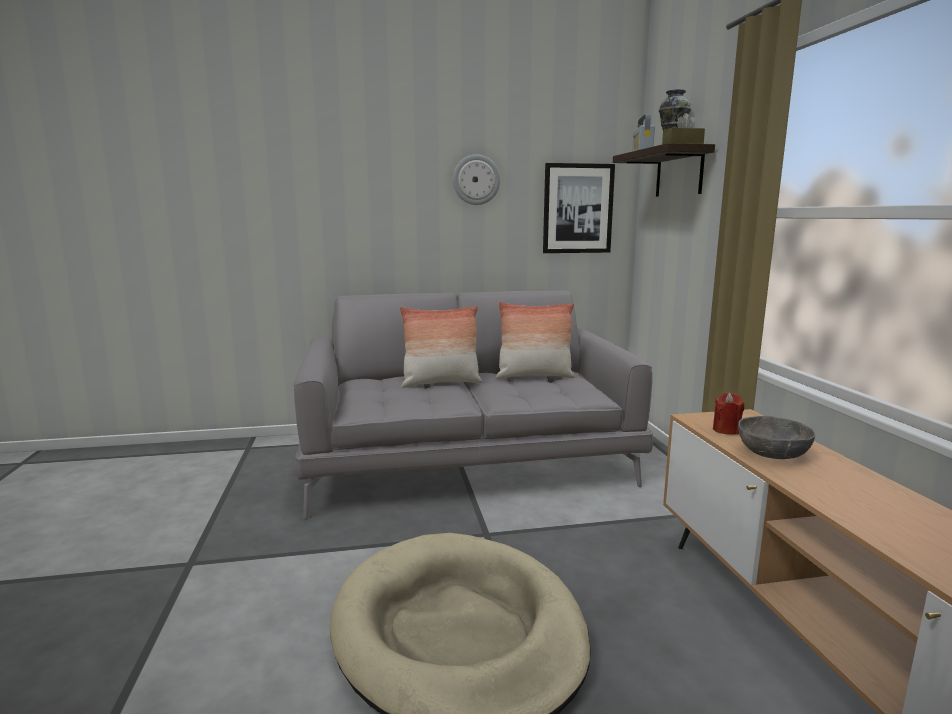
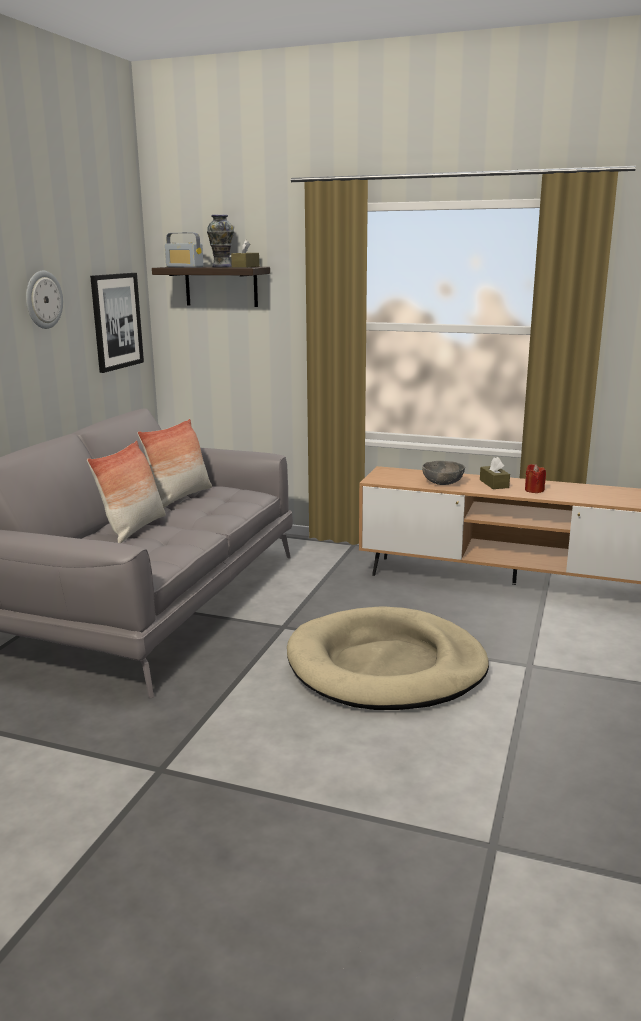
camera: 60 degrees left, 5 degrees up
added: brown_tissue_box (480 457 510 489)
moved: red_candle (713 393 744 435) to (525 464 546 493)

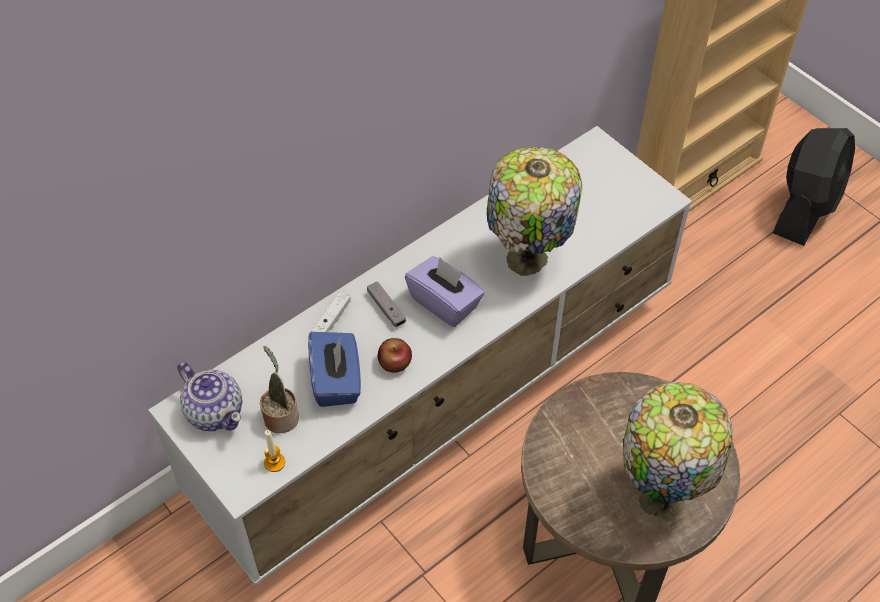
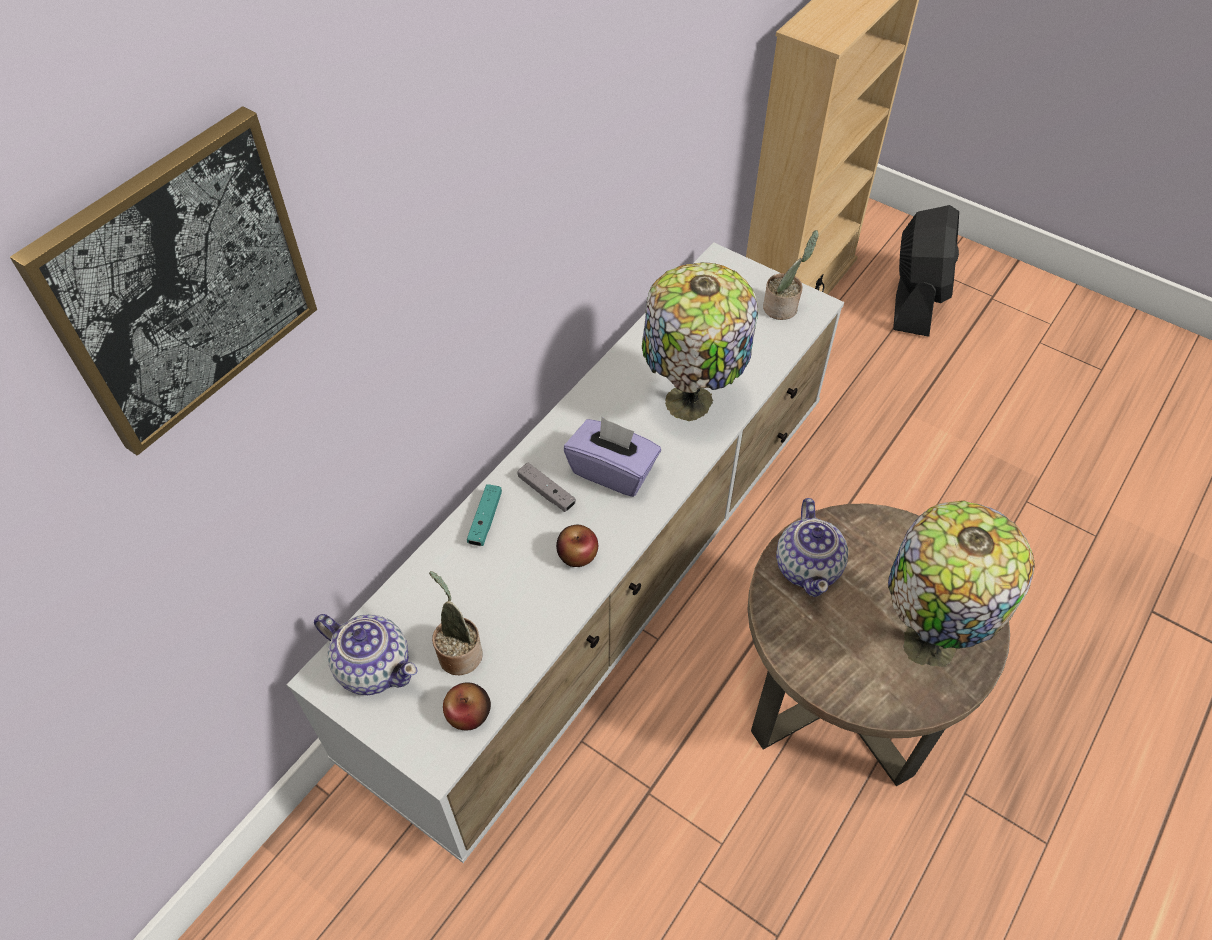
camera: 15 degrees left, 0 degrees up
removed: blue_tissue_box (308 332 361 407)
added: picture (10 106 317 456); potted_plant (763 230 818 320); teapot (776 498 848 597)
replaced: candle (264 430 285 472) to apple (443 682 491 731)
recoloured: white_game_controller (311 292 351 332) to turquoise_game_controller (467 484 502 546)

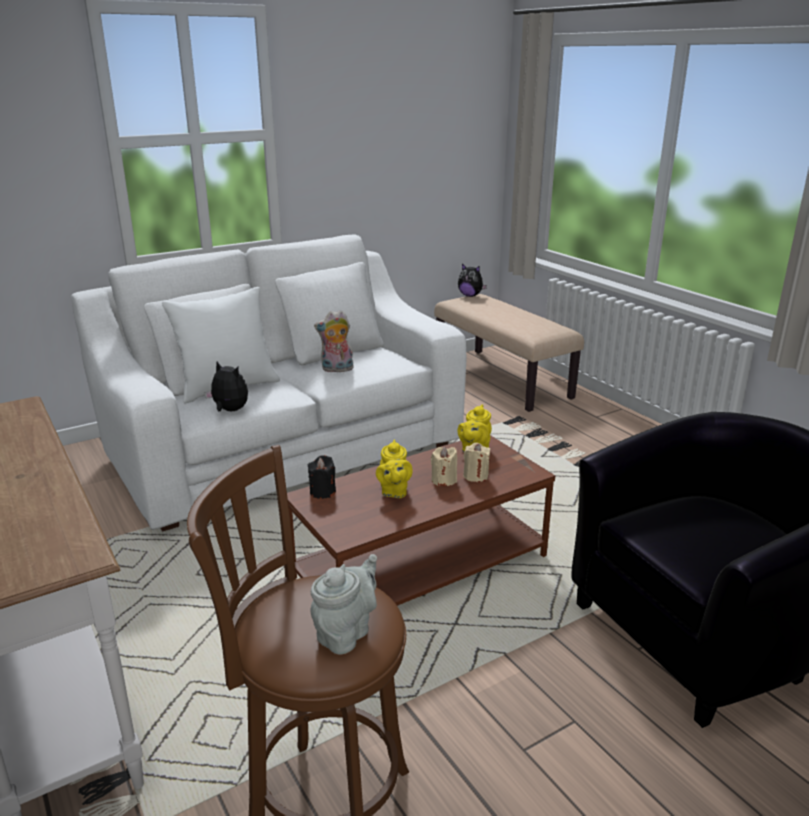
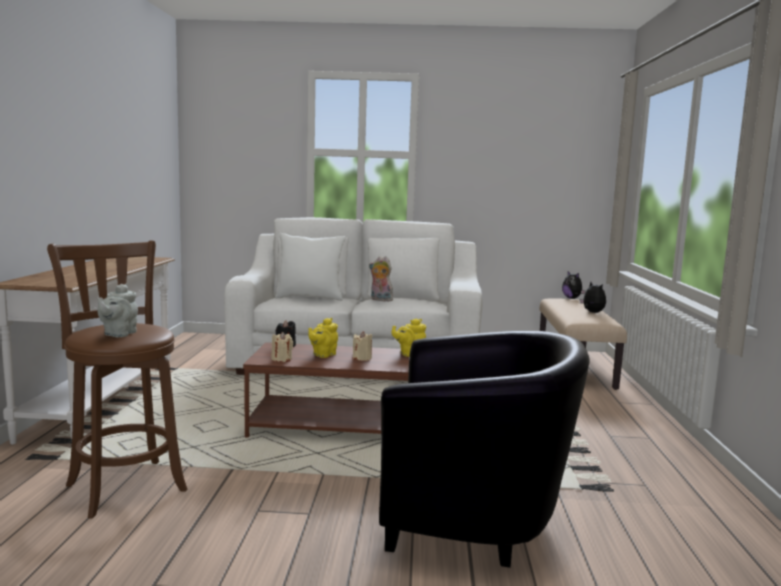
camera: 35 degrees right, 15 degrees down
moved: plush_toy (205 361 248 412) to (580 282 606 313); beige_candle (463 443 490 482) to (271 332 293 362)
turned: grey_teapot (311 554 377 655) = (97 284 138 337) 120 degrees clockwise

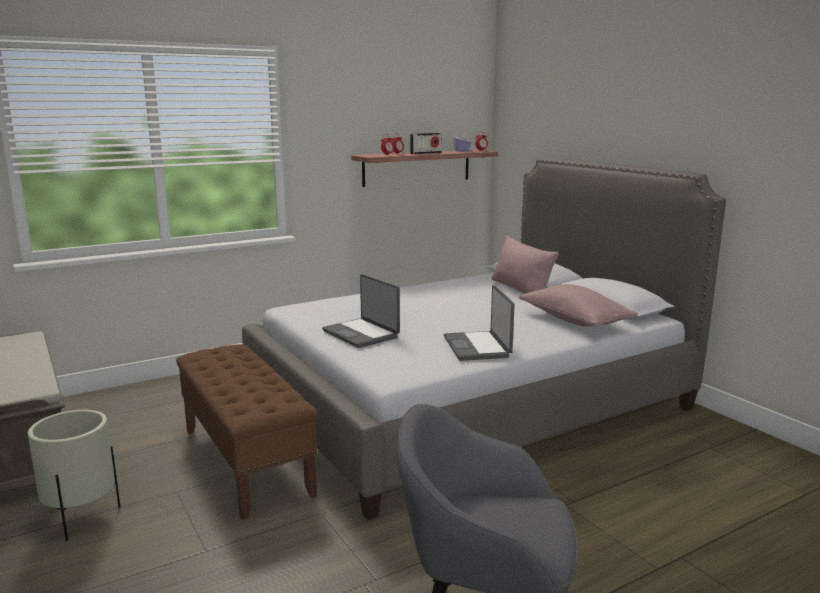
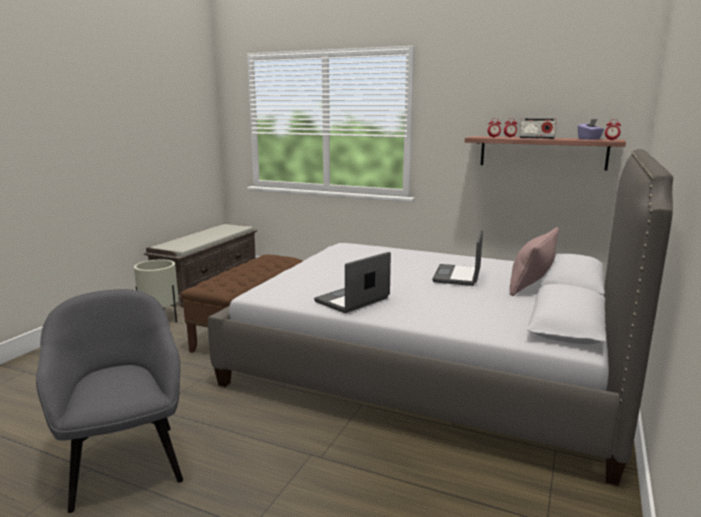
camera: 55 degrees right, 0 degrees up
removed: pink_pillow (519 284 638 327)
moved: laptop (322 274 400 348) to (432 230 483 286)

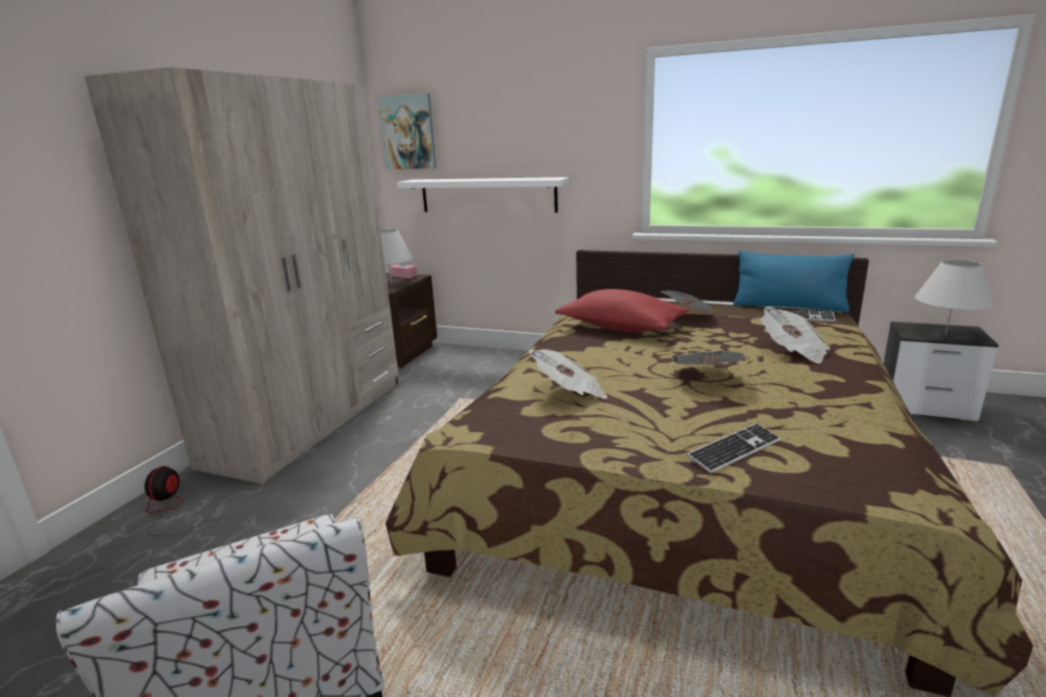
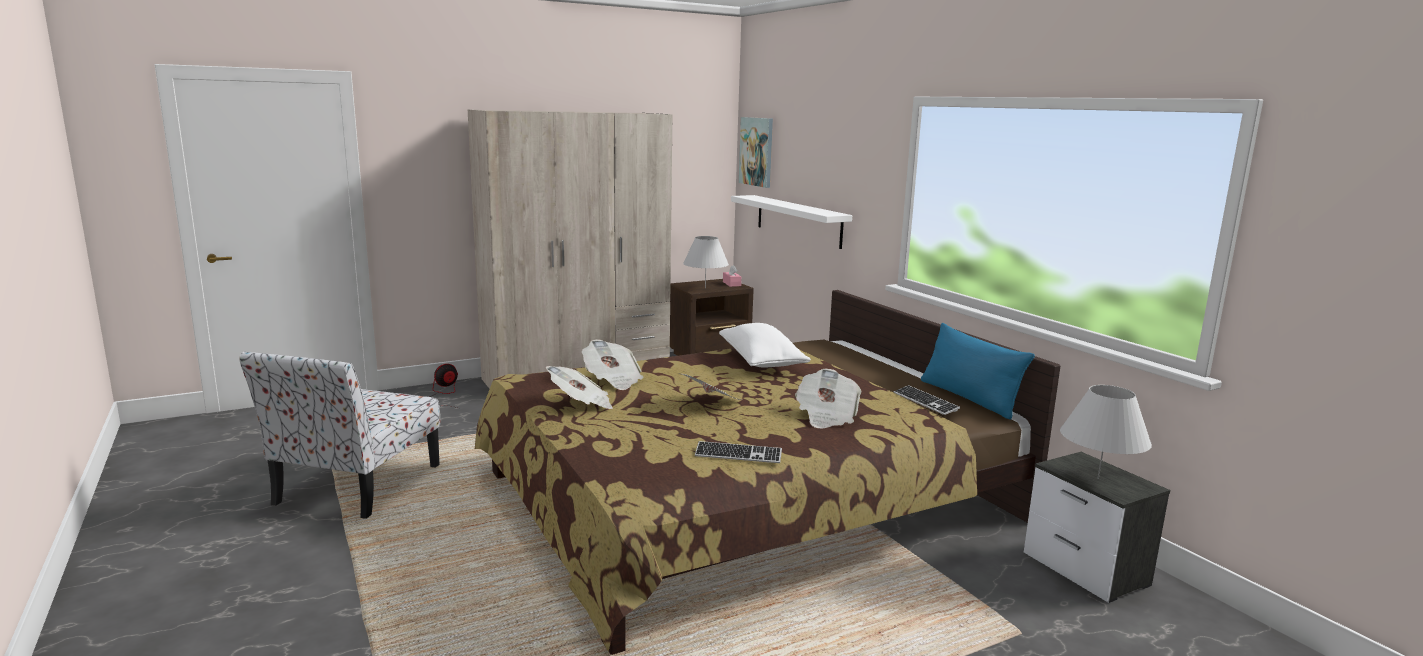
camera: 40 degrees right, 5 degrees down
moved: newspaper (660 290 714 311) to (546 366 613 409); keyboard (687 423 781 473) to (695 441 782 463)
recoloured: red_pillow (555 289 689 332) to white_pillow (719 323 811 368)

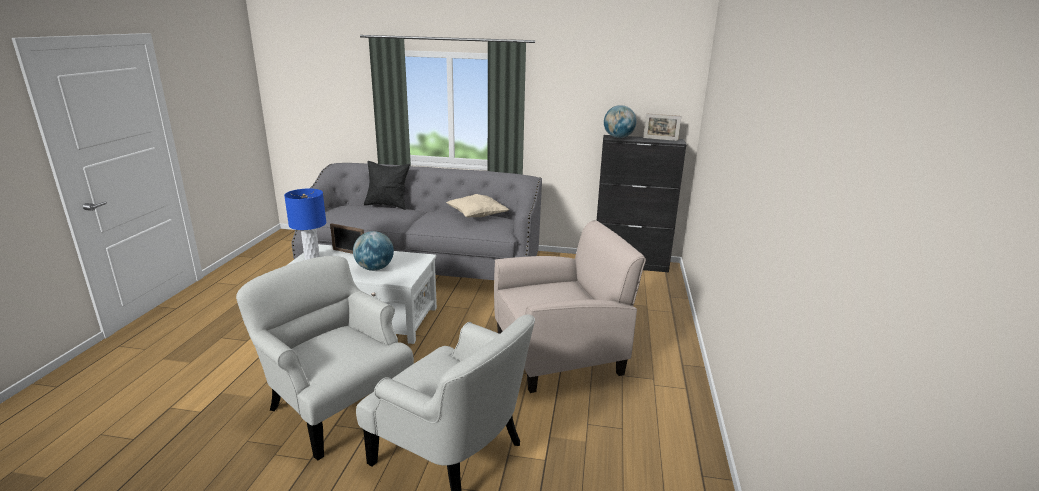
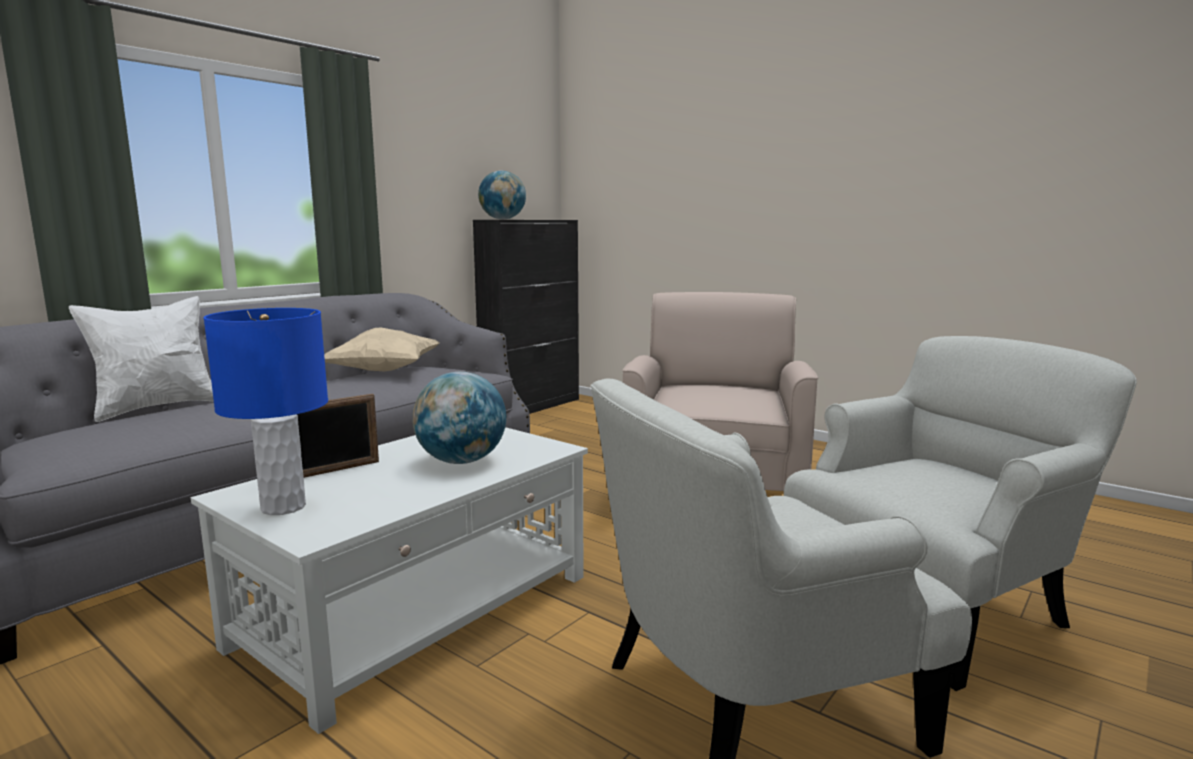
camera: 60 degrees left, 10 degrees down
removed: picture_frame (643 113 681 141)
recoloured: black_pillow (364 161 410 210) to white_pillow (69 296 214 422)

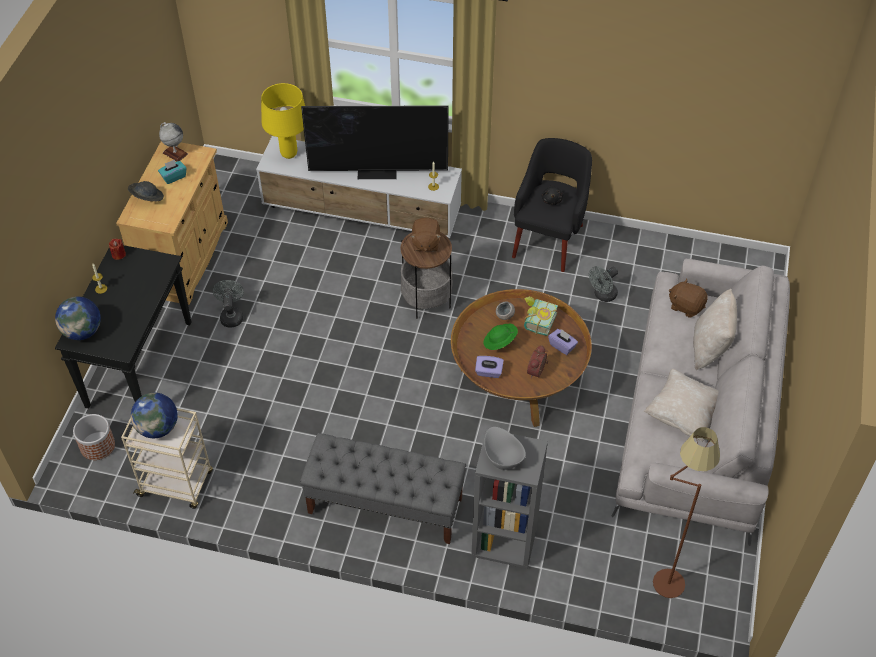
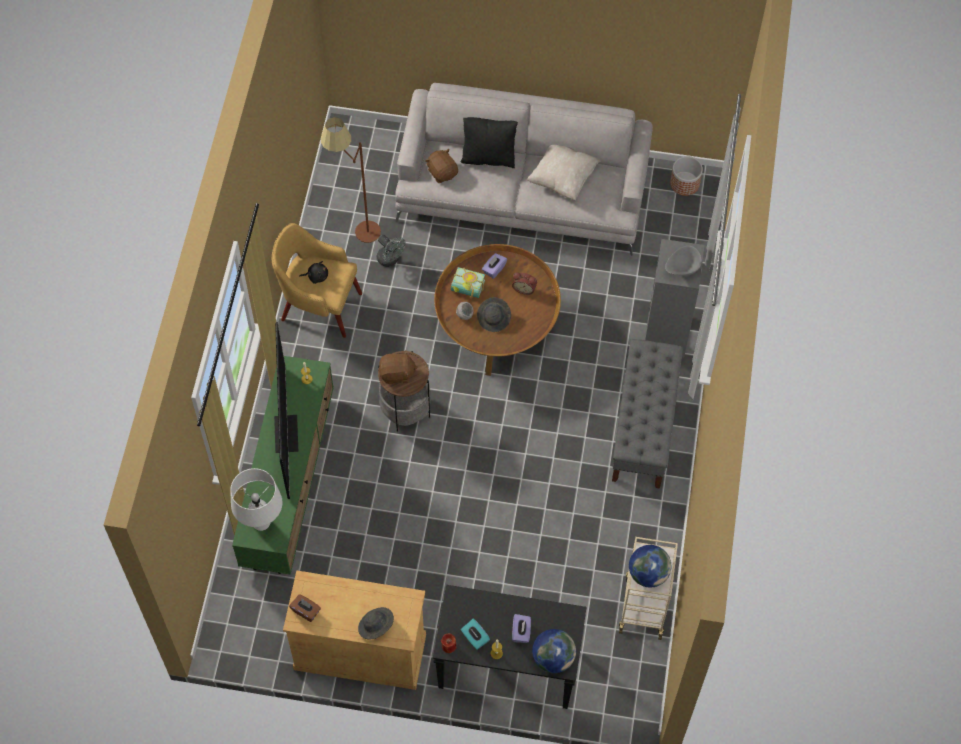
camera: 95 degrees left, 10 degrees up
removed: grey_fan (213 280 244 328)
moved: planter (73 414 115 460) to (670 156 703 196); turquoise_tissue_box (158 160 186 184) to (461 619 490 650); purple_tissue_box (475 356 504 378) to (512 614 531 643); brown_floor_lamp (653 427 720 598) to (321 117 381 243)
replaced: globe (159 122 188 161) to brown_tissue_box (289 594 321 622)
recoloured: white_tv_stand (256 136 462 238) to green_tv_stand (232 356 334 575); yellow_table_lamp (261 83 305 159) to white_table_lamp (230 468 282 531); green_hat (484 324 518 350) to grey_hat (477 297 511 332); black_armchair (512 138 592 272) to yellow_armchair (272 223 362 338); beige_pillow (693 289 737 370) to black_pillow (460 117 518 168)
turned: brown_plush_toy (669 278 708 318) = (426 149 458 183) 120 degrees clockwise

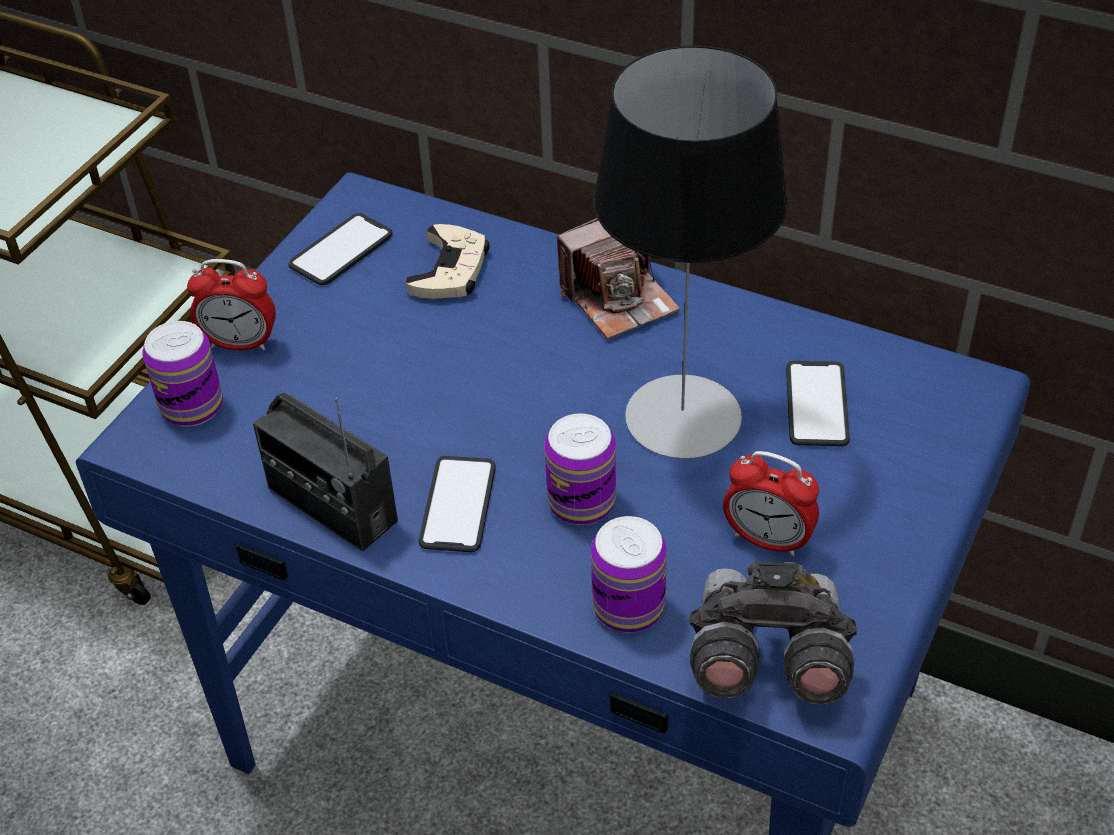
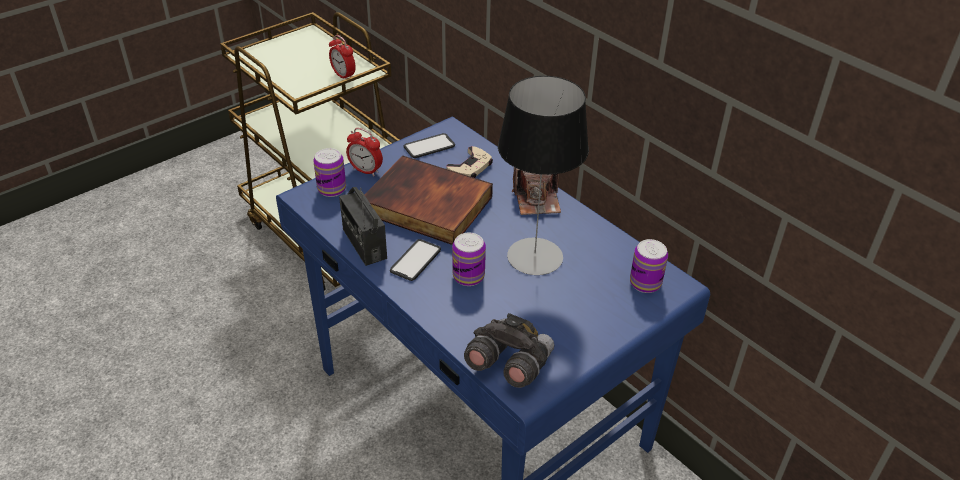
camera: 20 degrees right, 5 degrees down
removed: phone (786 361 850 446)
added: book (365 155 493 245)
moved: can (591 516 667 633) to (630 239 668 293); alarm_clock (723 451 819 556) to (329 35 356 79)

